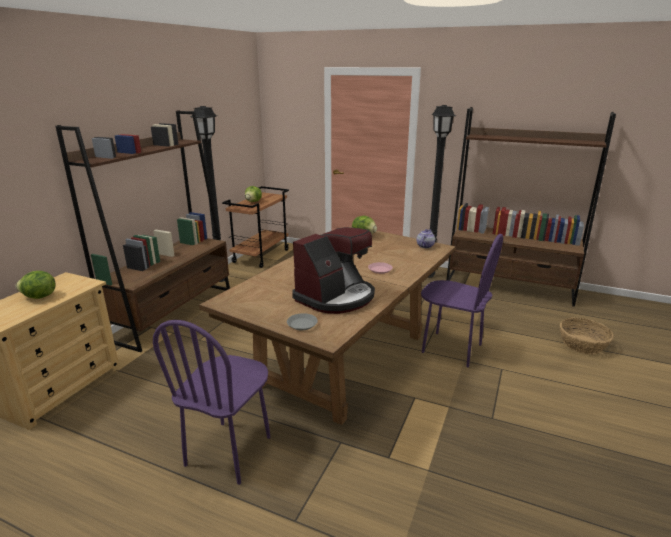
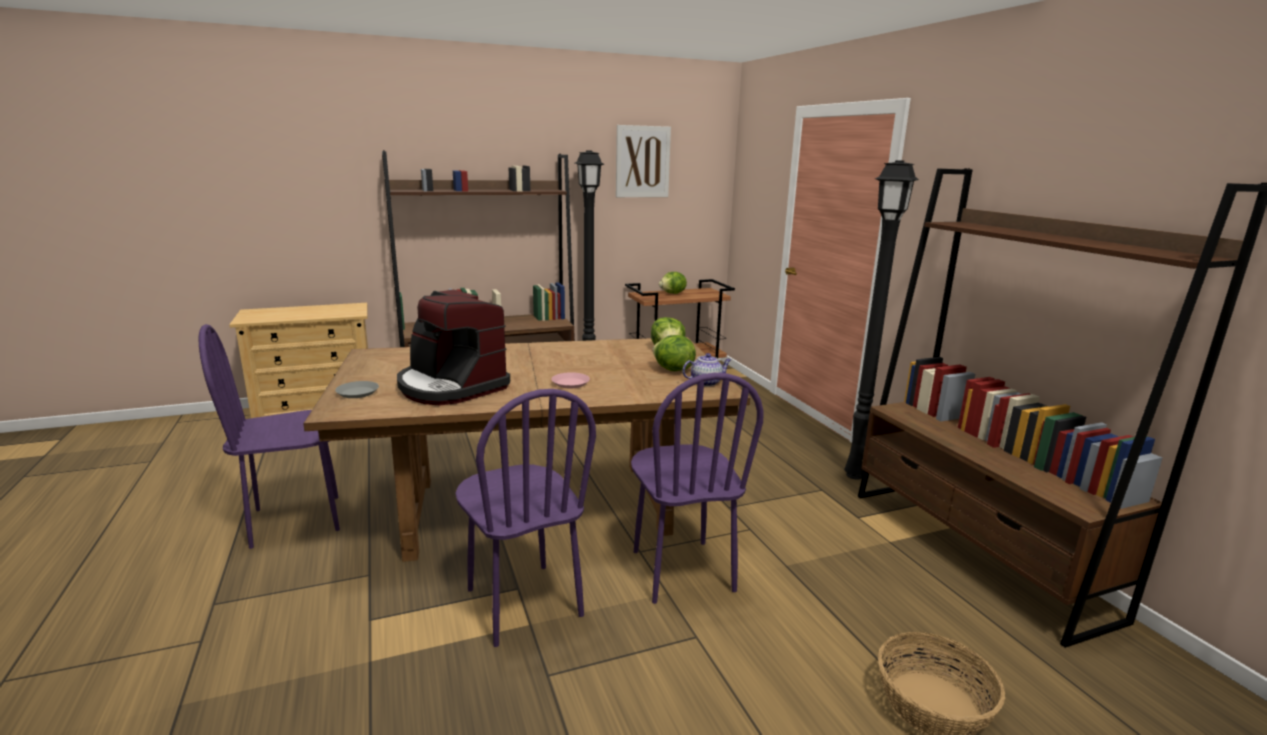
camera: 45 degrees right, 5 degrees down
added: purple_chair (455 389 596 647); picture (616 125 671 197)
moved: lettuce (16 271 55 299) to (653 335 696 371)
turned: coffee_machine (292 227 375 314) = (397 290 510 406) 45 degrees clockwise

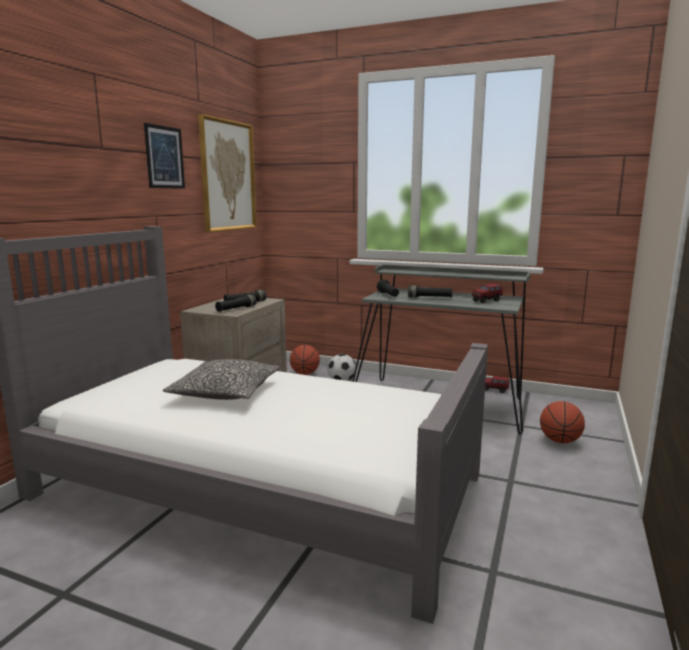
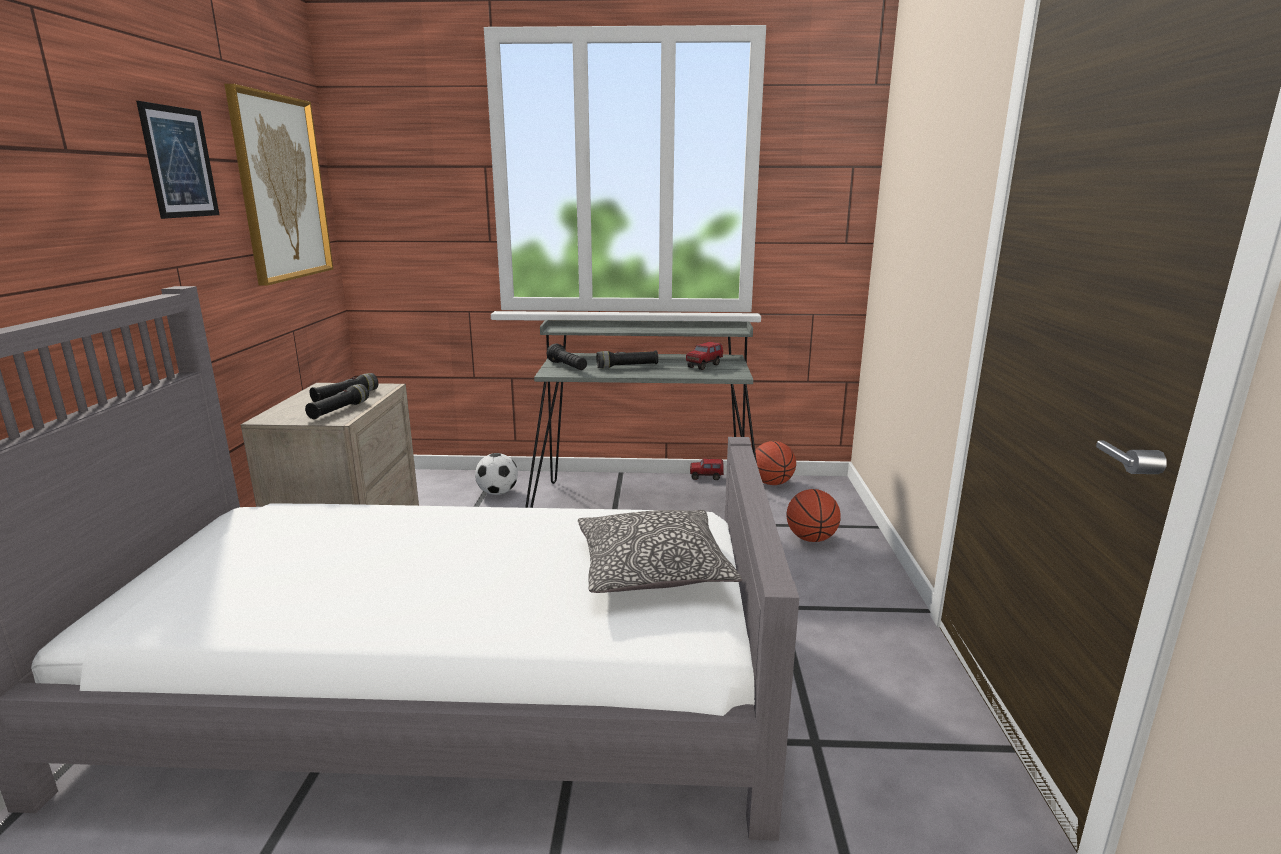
camera: 20 degrees left, 5 degrees up
moved: pillow (163 359 280 400) to (578 510 742 593); basketball (290 345 320 375) to (755 441 796 485)

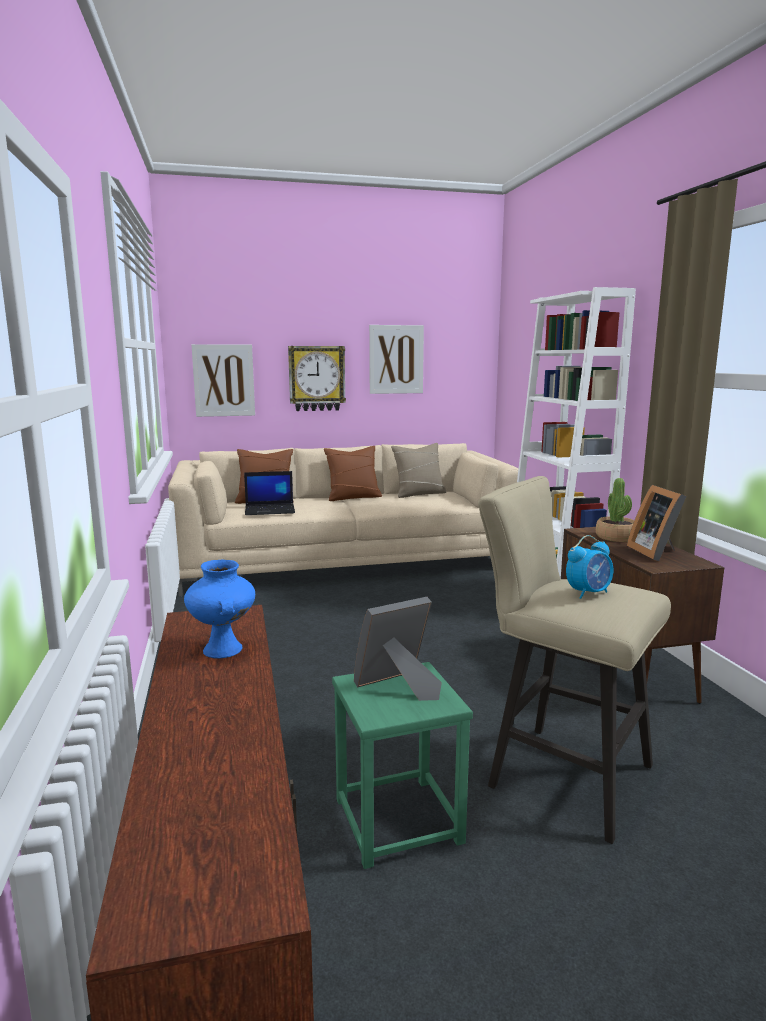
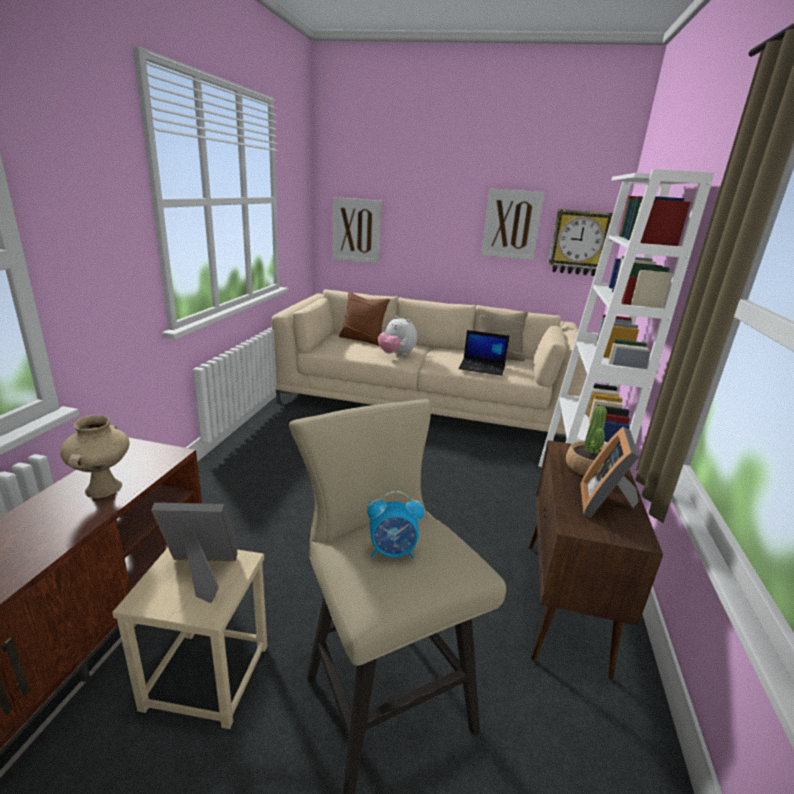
camera: 25 degrees right, 10 degrees up
removed: brown_pillow (324 446 382 501)
added: plush_toy (378 316 417 355)
moved: laptop (244 471 295 515) to (458 330 510 376); wall_clock (288 346 346 411) to (548 209 613 276)
recoloured: blue_vase (184 559 255 659) to beige_vase (60 415 130 498); green_stool (332 662 473 869) to beige_stool (112 548 267 729)

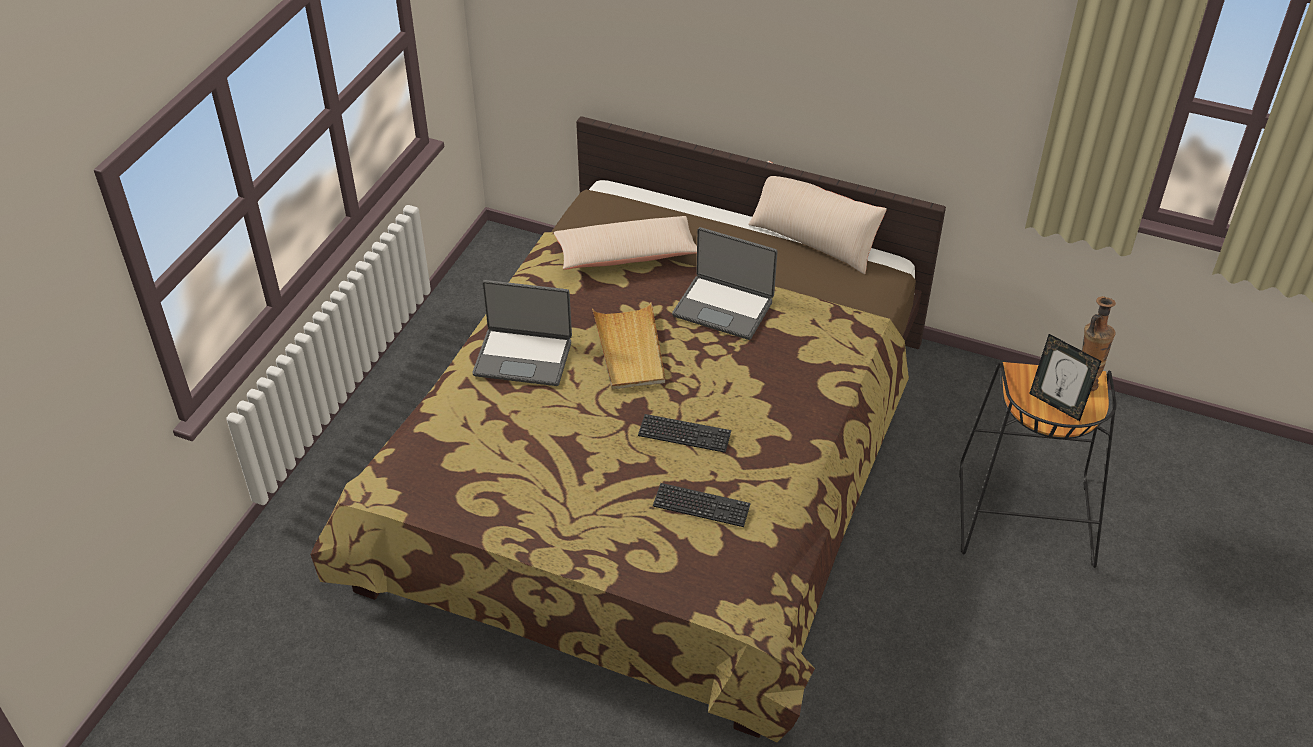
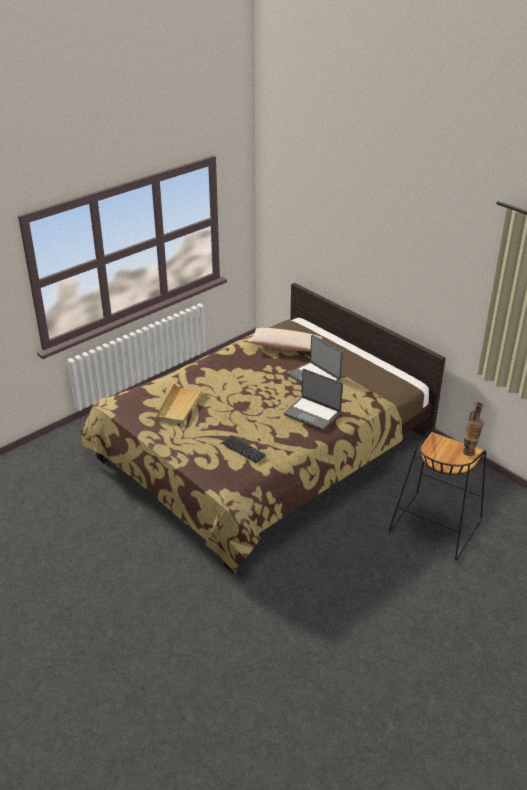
camera: 25 degrees right, 10 degrees down
removed: keyboard (638 414 731 453); beige_pillow (748 161 887 274); picture_frame (1029 334 1101 421)
moved: laptop (472 280 572 386) to (284 369 343 430); beige_tray (592 302 665 389) to (156 383 204 424)

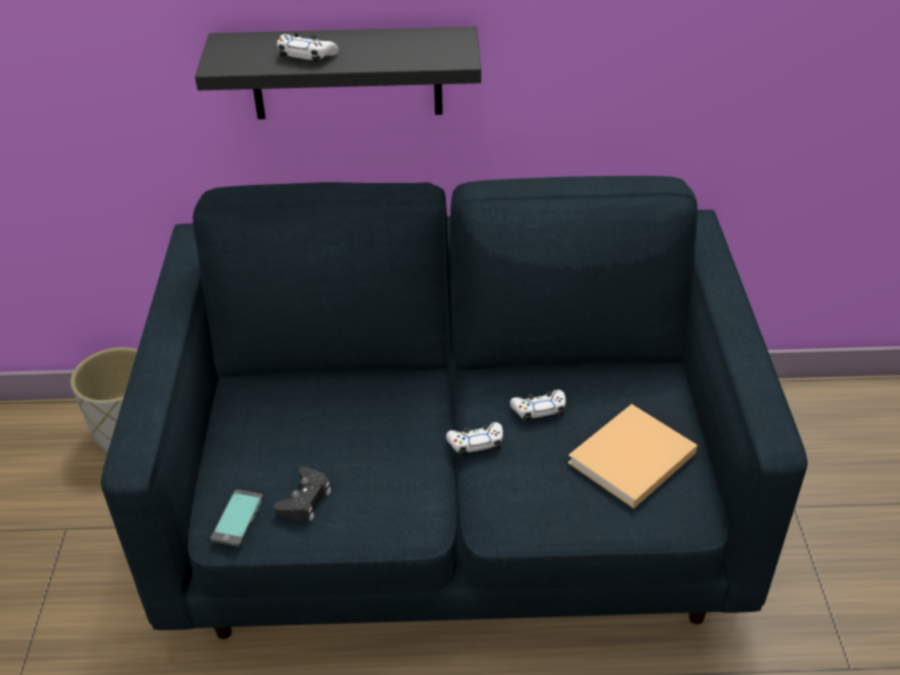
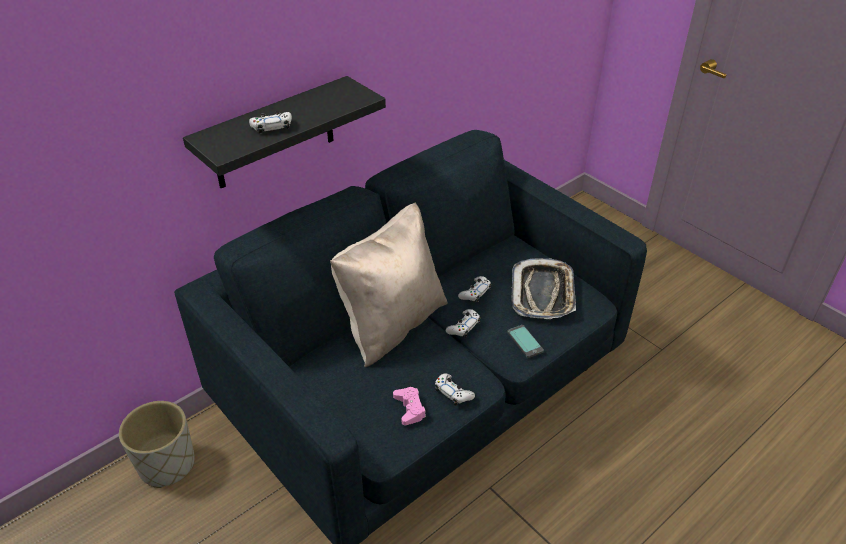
camera: 40 degrees left, 0 degrees up
added: beige_pillow (330 203 448 367); white_game_controller (435 374 475 406)
moved: phone (211 490 263 547) to (507 325 544 358)
replaced: beige_book (568 404 698 509) to tray (511 258 576 319)
recoloured: black_game_controller (274 467 331 521) to pink_game_controller (393 387 426 426)

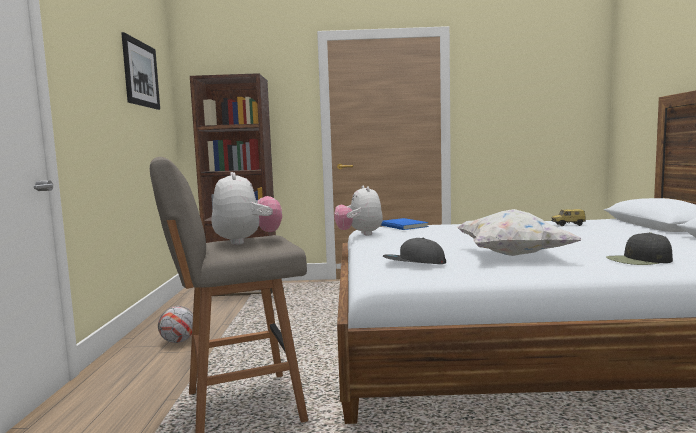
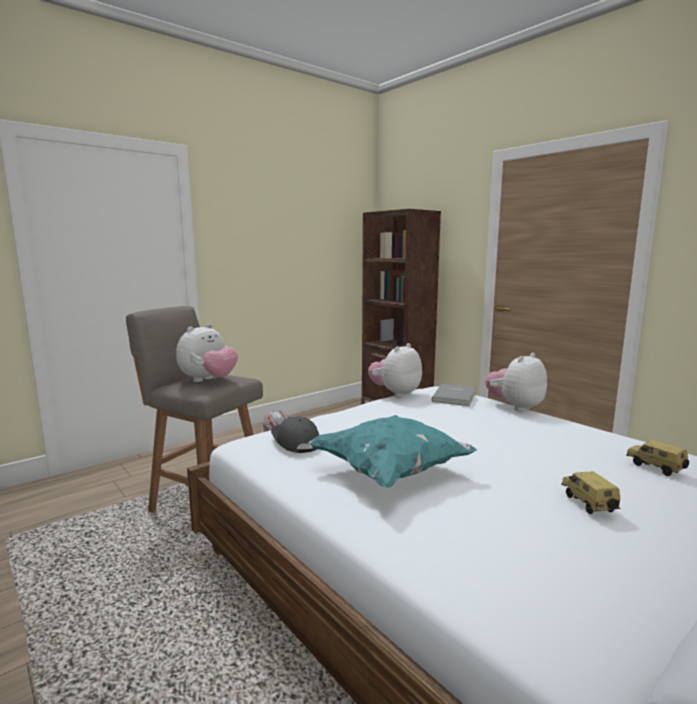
camera: 50 degrees right, 5 degrees up
removed: picture (121 32 160 110); black_cap (606 232 673 265)
added: plush_toy (485 353 547 412); toy_car (562 471 620 514)
recoloured: blue_book (381 218 429 230) to grey_book (432 384 476 406); white_pillow (457 209 582 256) to turquoise_pillow (308 415 478 488)

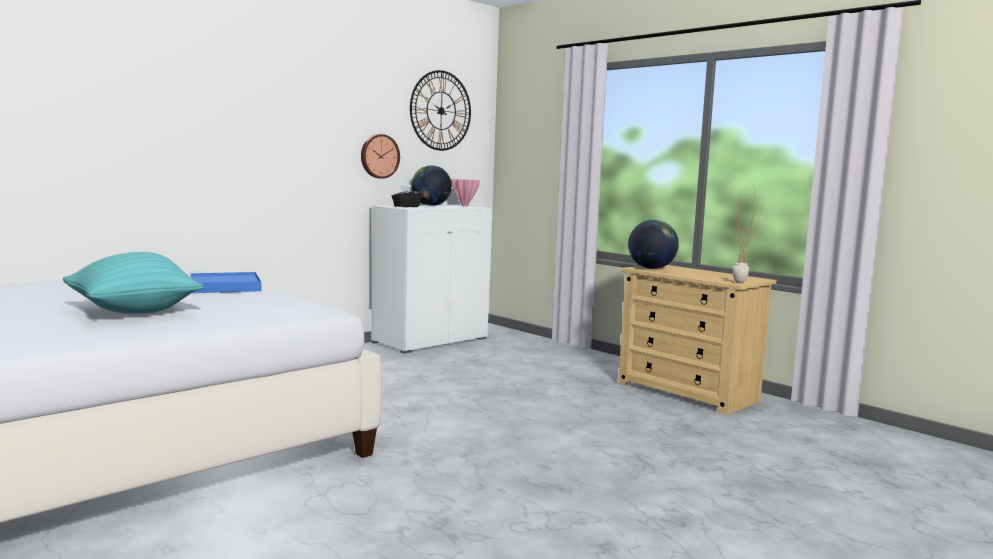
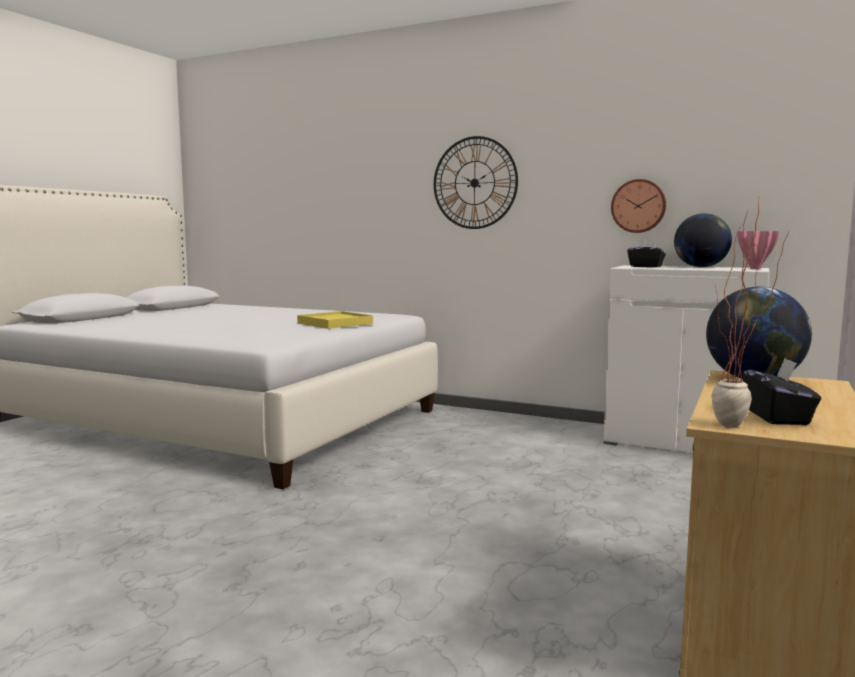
camera: 70 degrees right, 0 degrees up
removed: turquoise_pillow (63 252 204 314)
added: black_tissue_box (743 358 821 425)
moved: wall_clock (410 70 471 151) to (434 136 518 229)
recoloured: blue_tray (190 272 261 293) to yellow_tray (297 311 373 329)

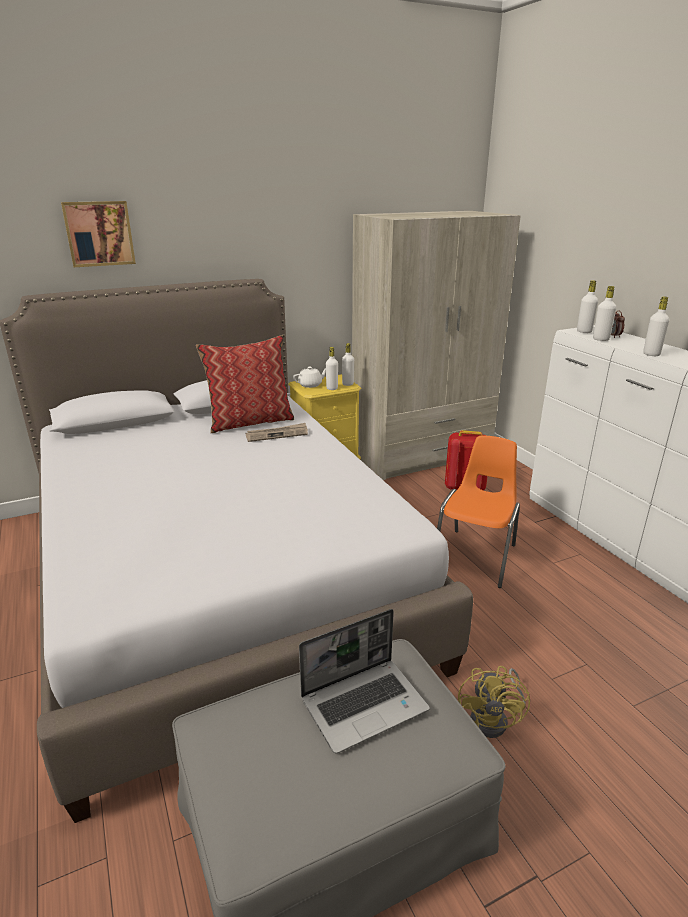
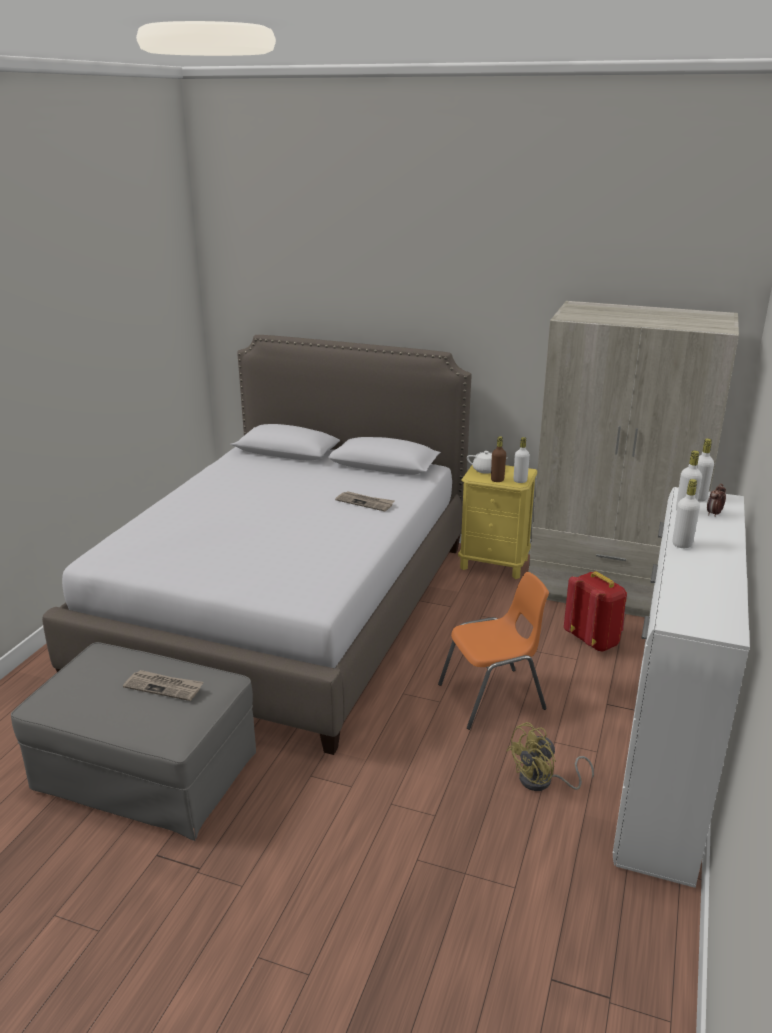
camera: 45 degrees right, 0 degrees up
removed: picture (61 201 136 267); pillow (196 335 294 433)
moved: yellow_fan (458 666 530 738) to (506 722 594 791)
replaced: laptop (299 609 430 754) to newspaper (123 670 203 701)
recoloured: white_bottle (326 347 338 390) to brown_bottle (491 436 506 482)

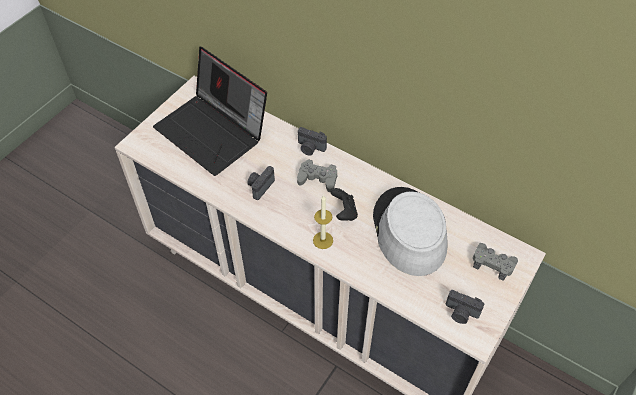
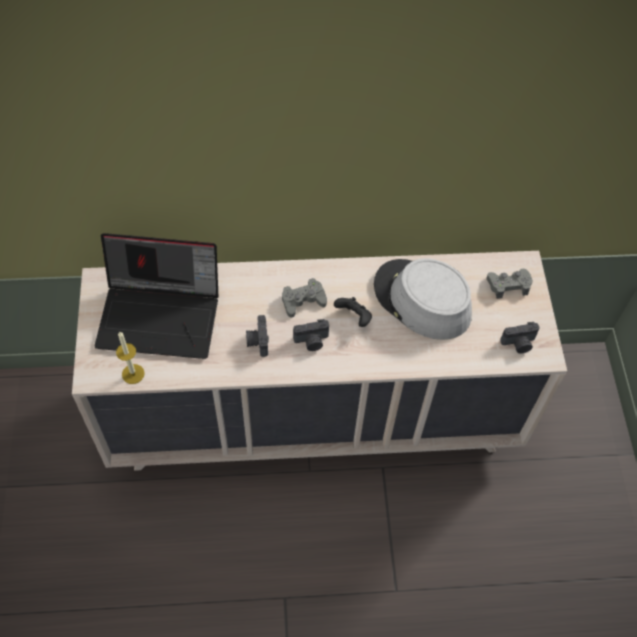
camera: 40 degrees left, 5 degrees up
moved: photo_camera (298 127 327 156) to (293 319 329 351); candle (313 195 333 249) to (116 331 145 384)

